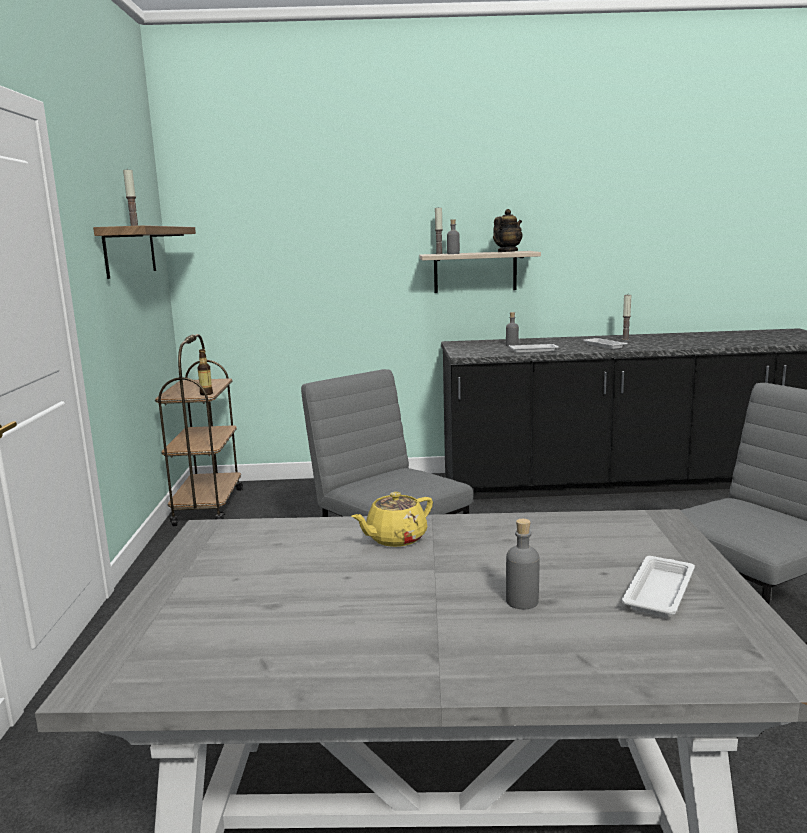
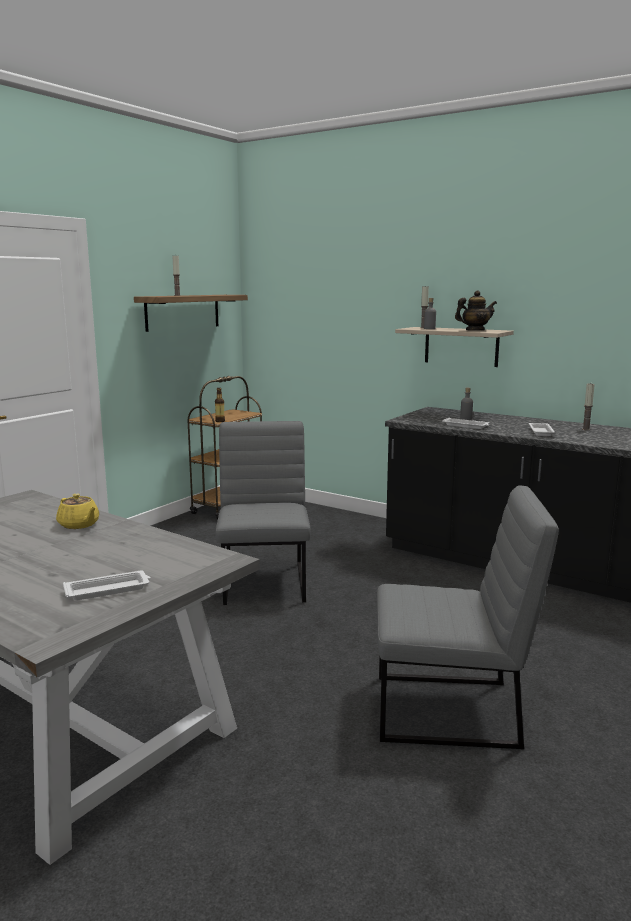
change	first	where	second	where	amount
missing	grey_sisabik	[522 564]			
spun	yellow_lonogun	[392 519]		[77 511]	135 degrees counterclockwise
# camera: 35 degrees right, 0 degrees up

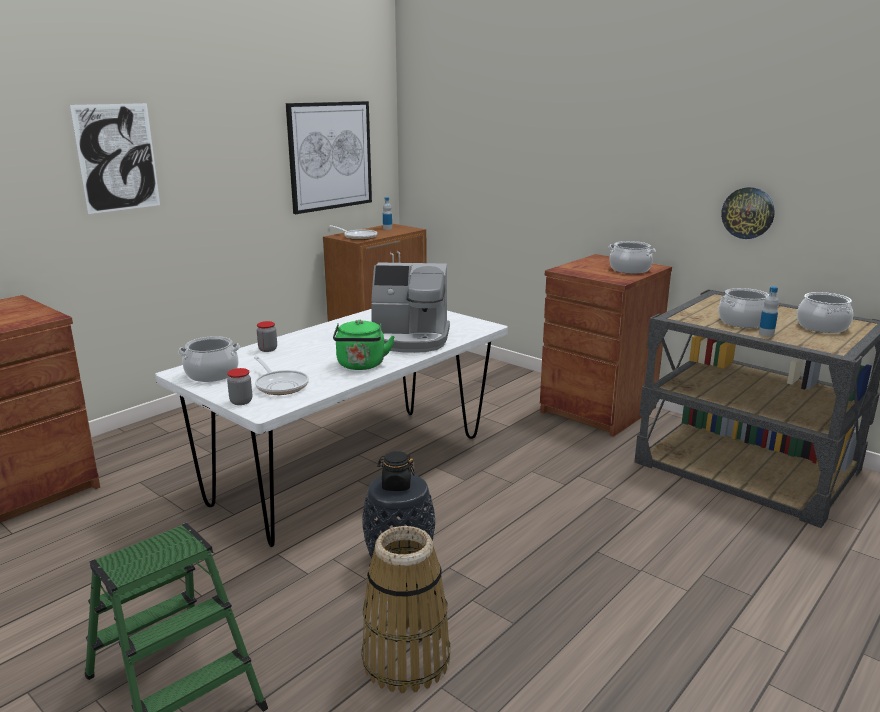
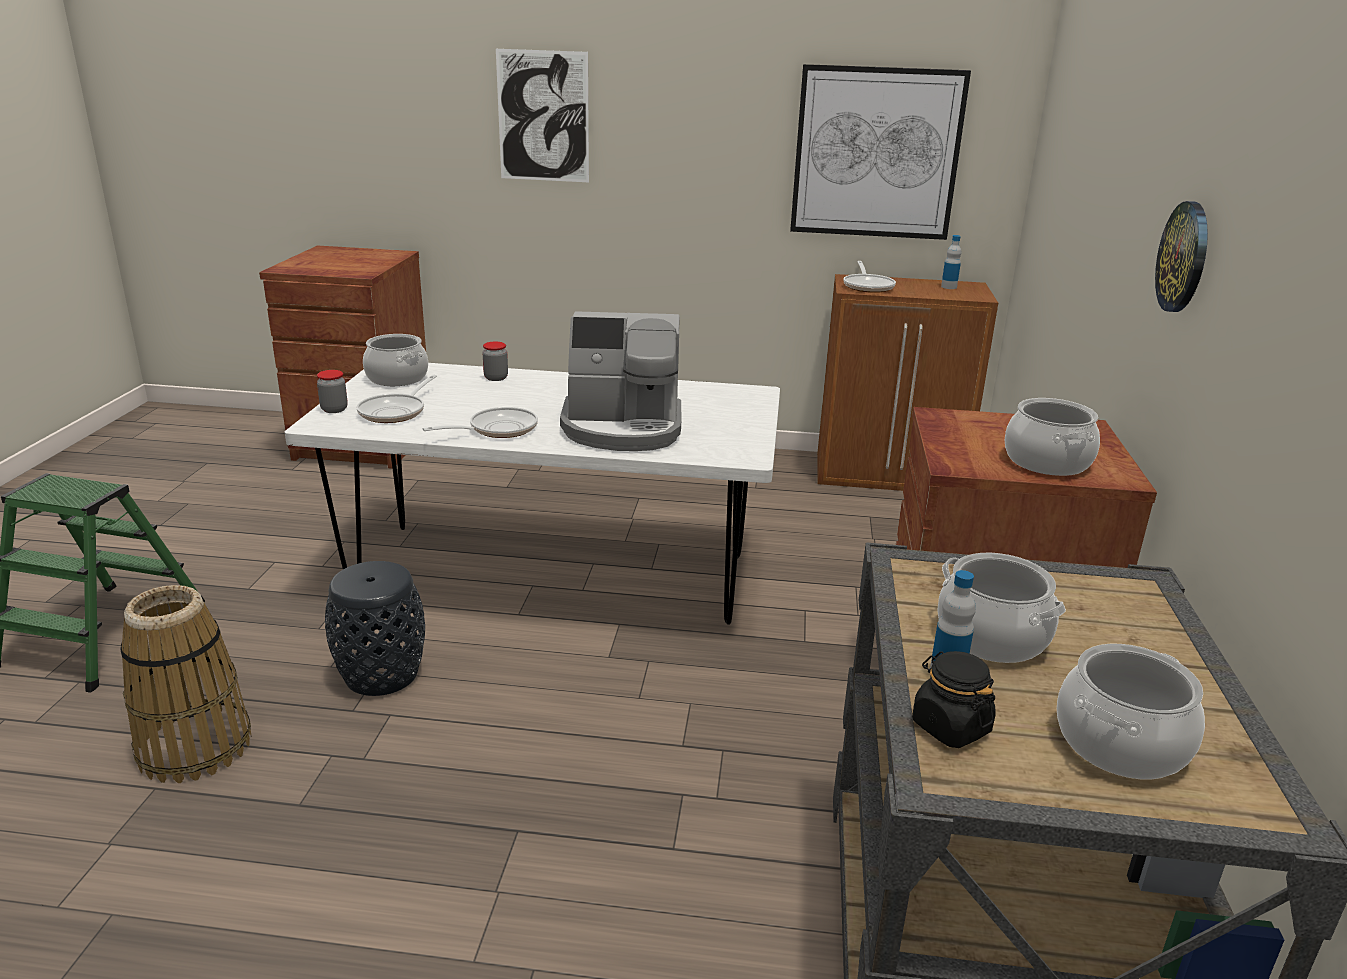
change	first	where	second	where	amount
relocated	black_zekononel	[396 471]		[954 699]	
relocated	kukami	[748 213]		[1181 256]	
exchanged	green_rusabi	[364 345]	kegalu	[480 422]	
spun	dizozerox	[410 307]		[620 381]	60 degrees counterclockwise
# camera: 55 degrees right, 5 degrees up

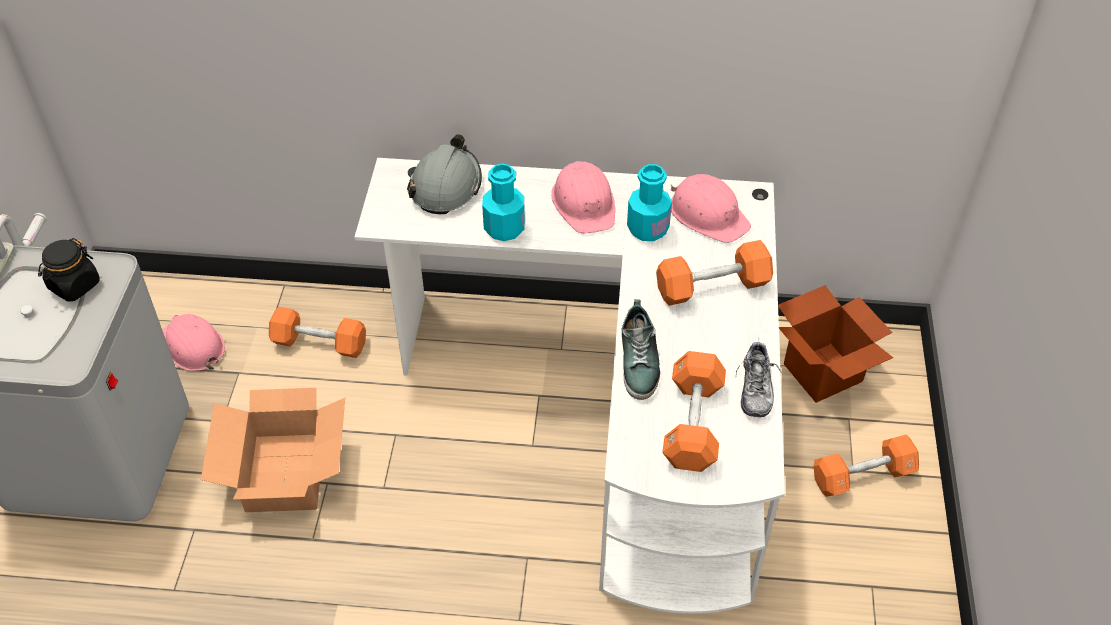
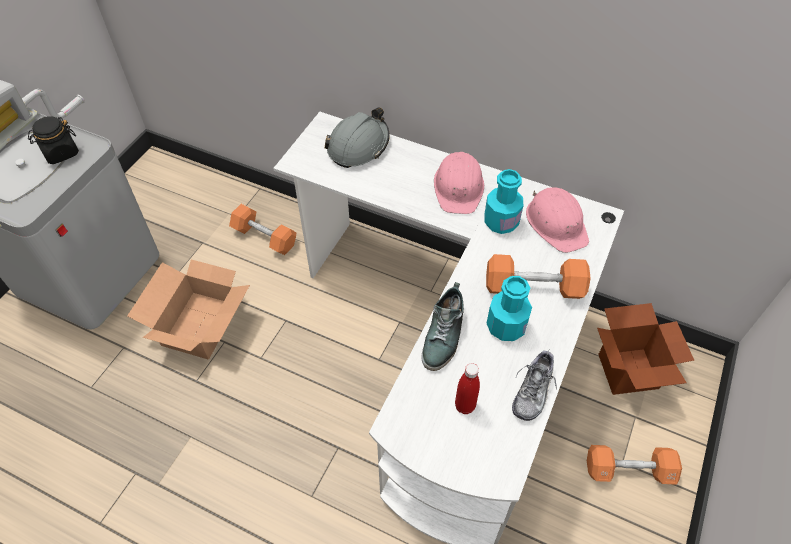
change	first	where	second	where	amount
missing	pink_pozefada	[193 342]			
relocated	turquoise_sisabik	[503 202]		[509 308]	
exchanged	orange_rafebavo	[694 411]	red_sisabik	[467 388]	
# camera: 20 degrees right, 5 degrees up

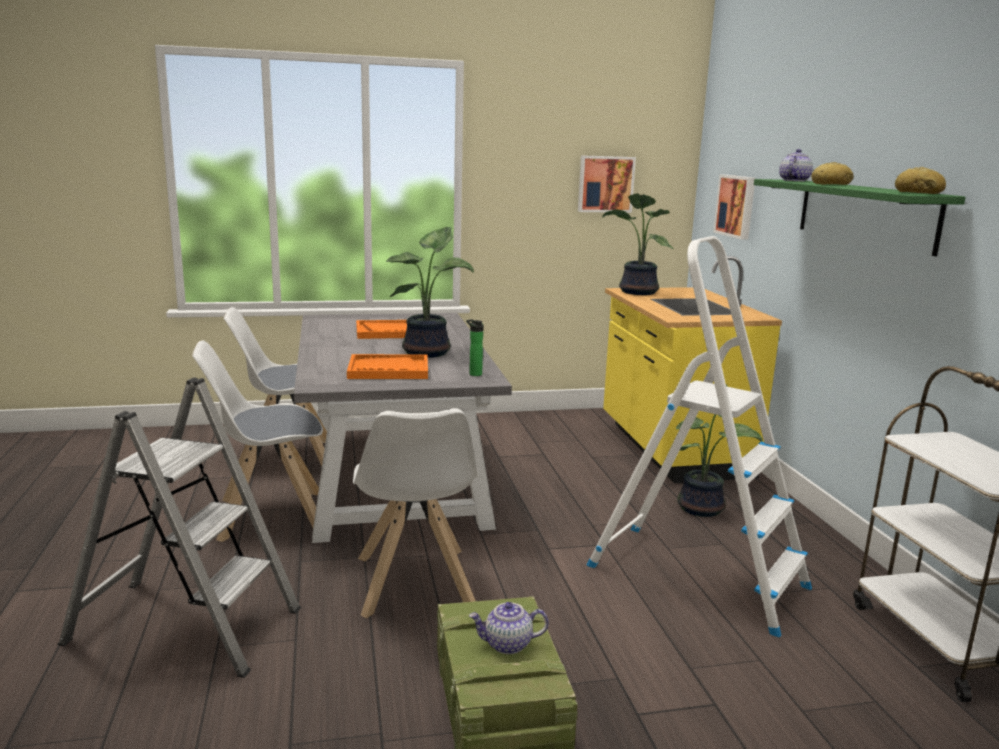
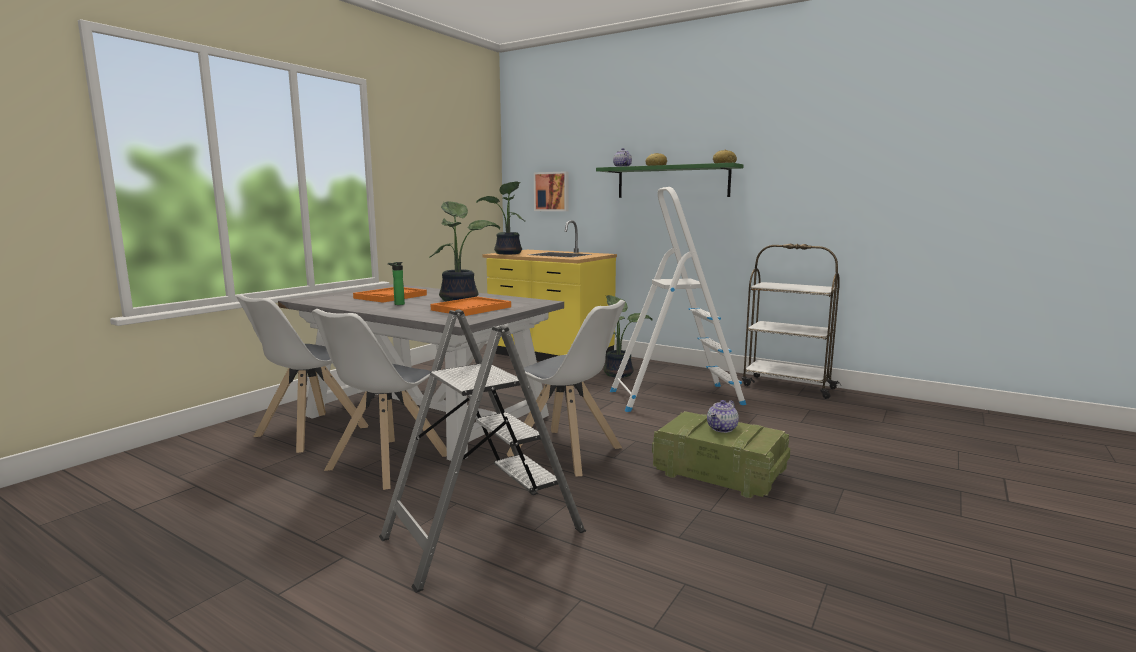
change	first	where	second	where	amount
missing	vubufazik	[607 184]			
relocated	sisabik	[474 347]		[396 283]	
# camera: 45 degrees left, 5 degrees down

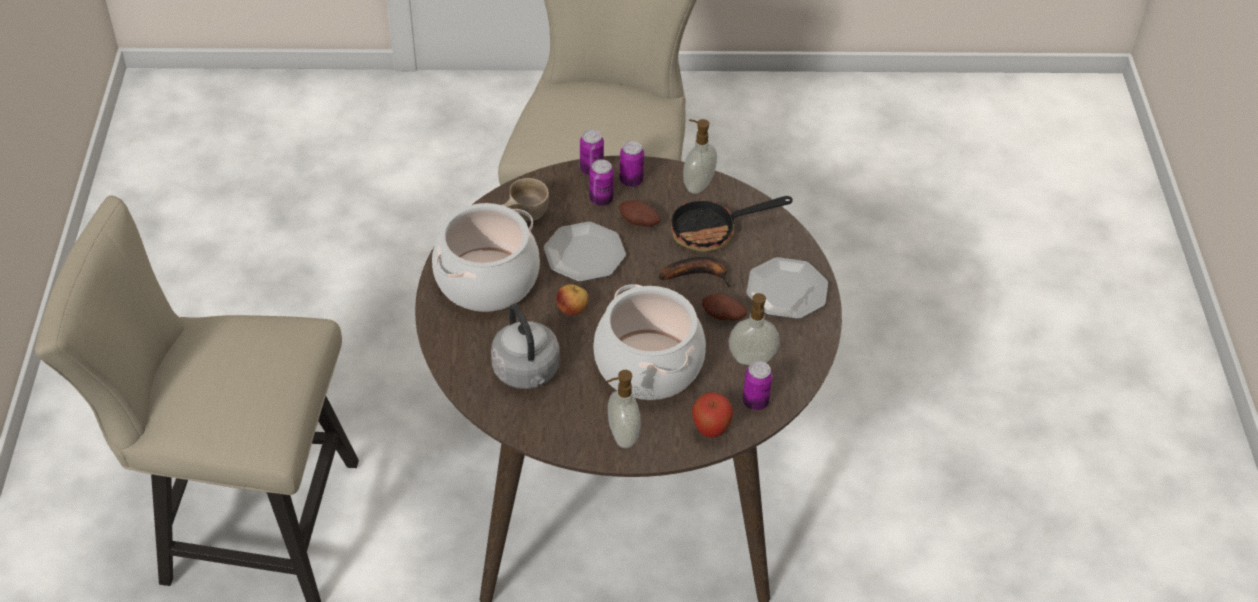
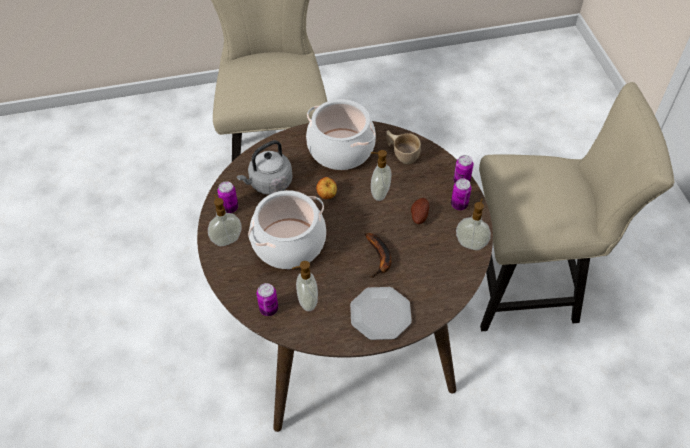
change	first	where	second	where	amount
missing	kegalu	[732 223]			
missing	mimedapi	[712 415]			
missing	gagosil	[724 306]			
relocated	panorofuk	[601 182]		[227 197]	
exchanged	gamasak	[585 252]	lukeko	[381 175]	
# camera: 80 degrees right, 5 degrees up

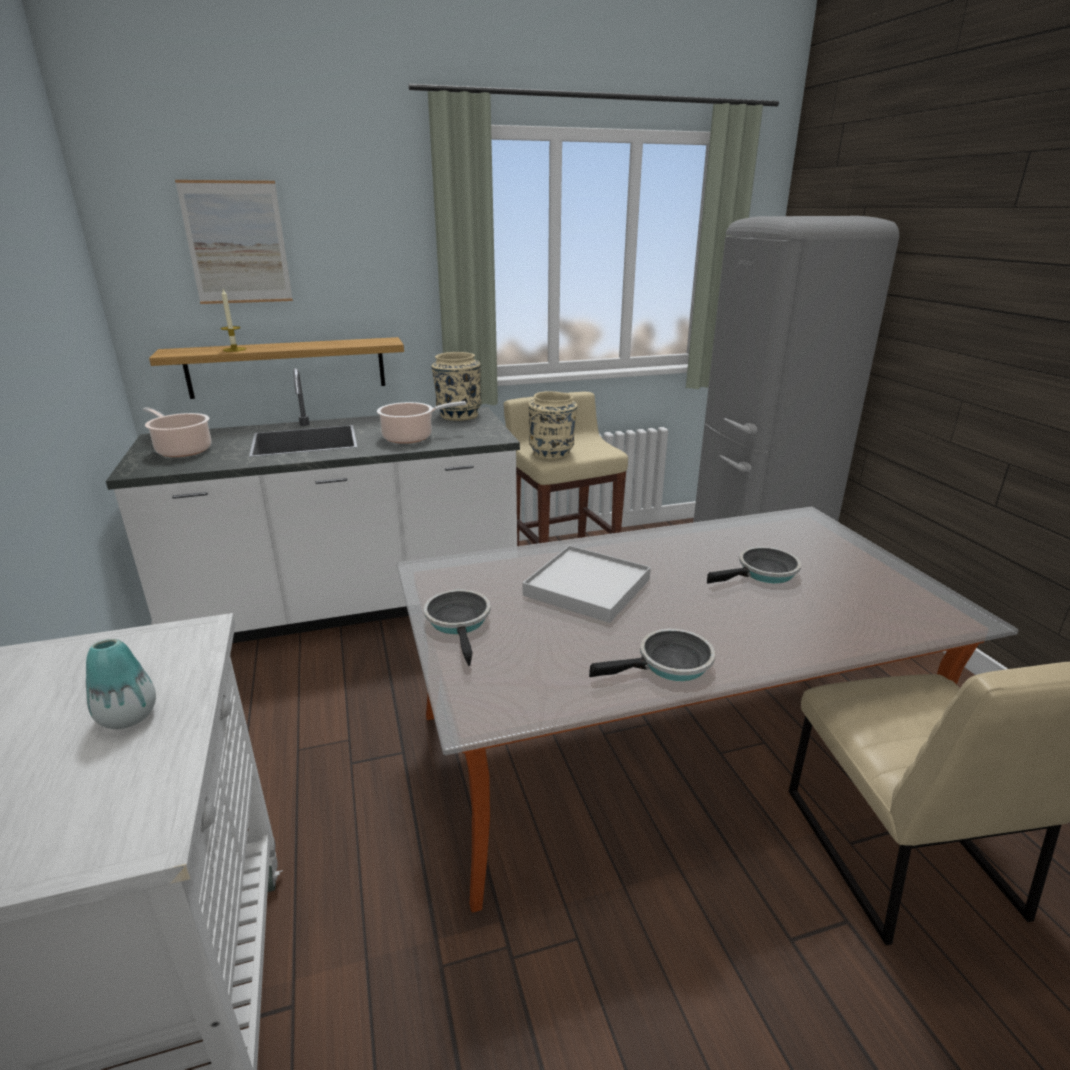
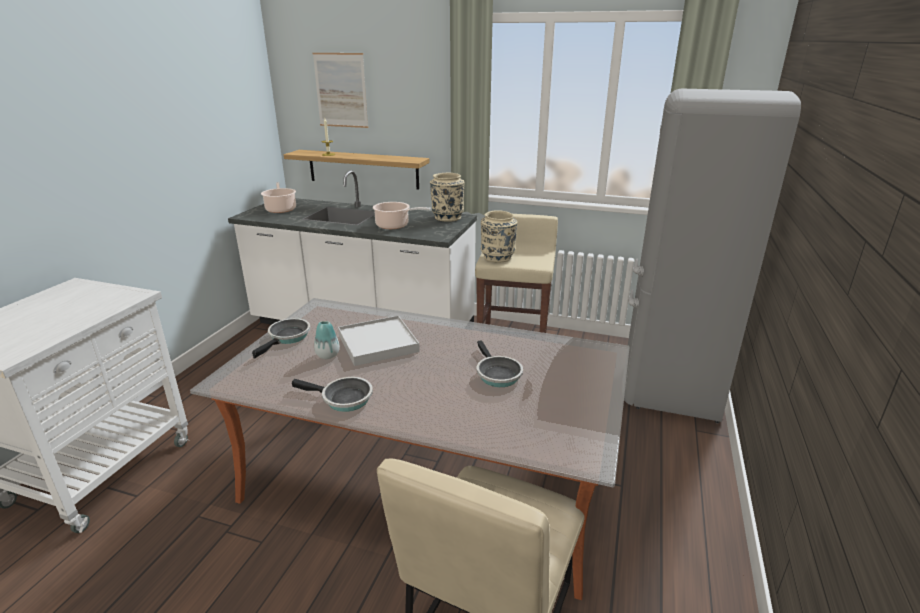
change	first	where	second	where	amount
relocated	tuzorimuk	[121 684]		[327 340]	
spun	kegalu	[754 565]		[500 363]	60 degrees clockwise
# camera: 35 degrees right, 0 degrees up

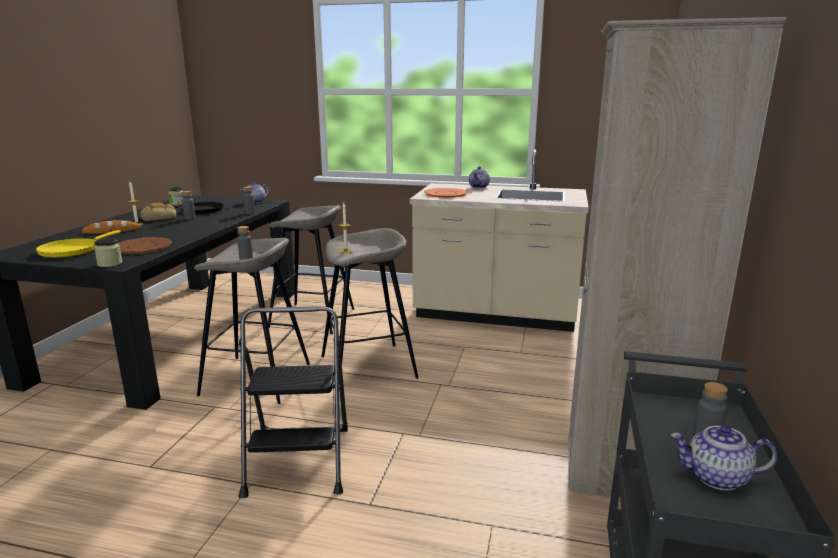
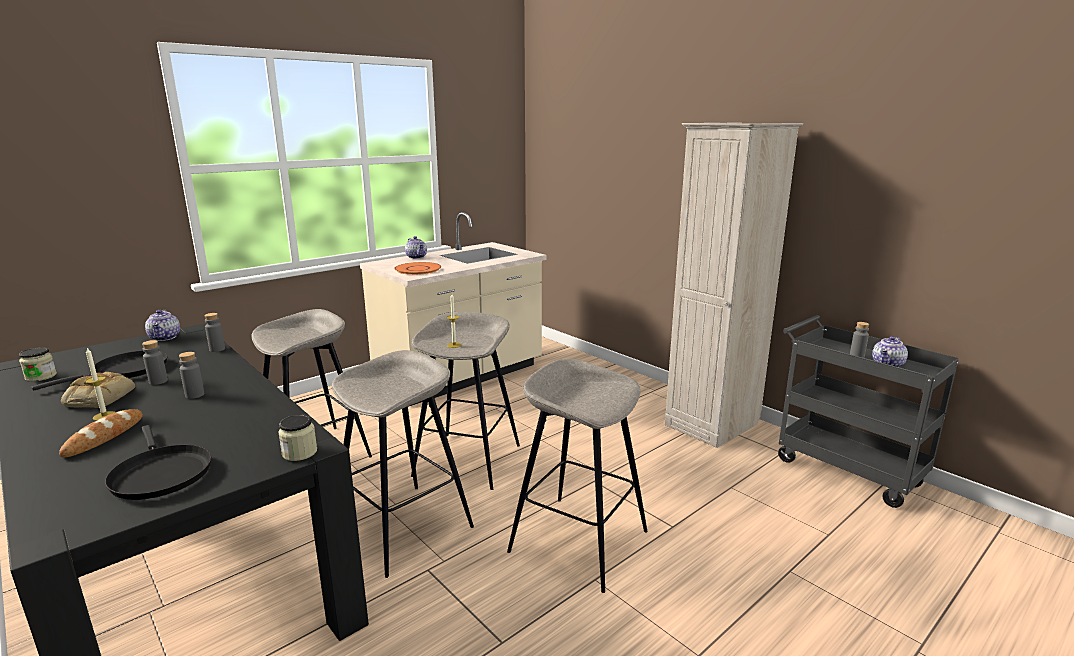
change	first	where	second	where	amount
missing	brown_gamasak	[144 245]			
relocated	grey_sisabik	[245 243]		[191 375]	
exchanged	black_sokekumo	[293 402]	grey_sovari	[577 476]	
colour	yellow_kegalu	[78 244]	black_kegalu	[158 462]	
# camera: 55 degrees left, 0 degrees up

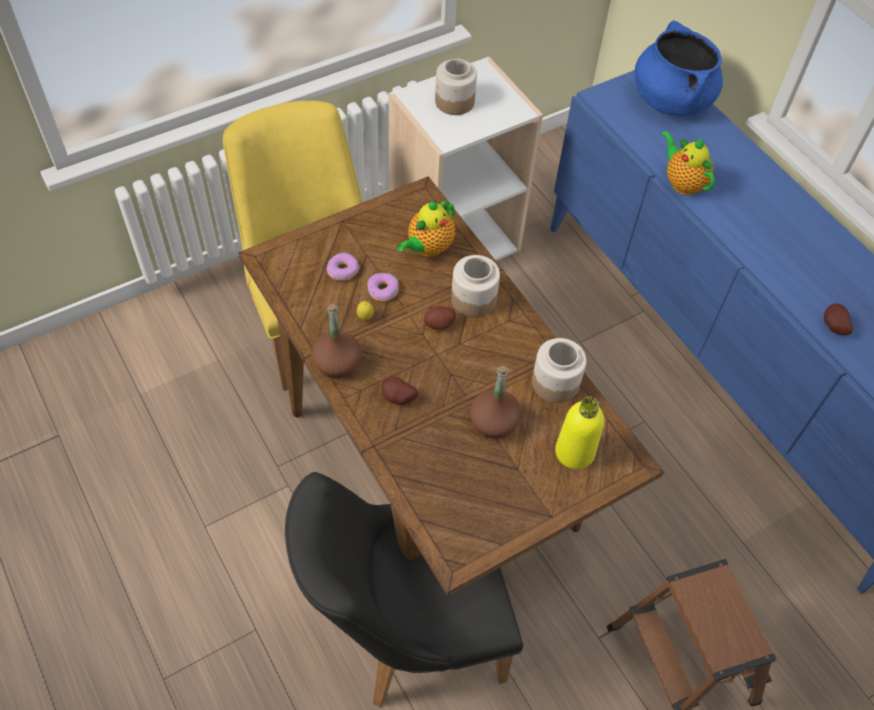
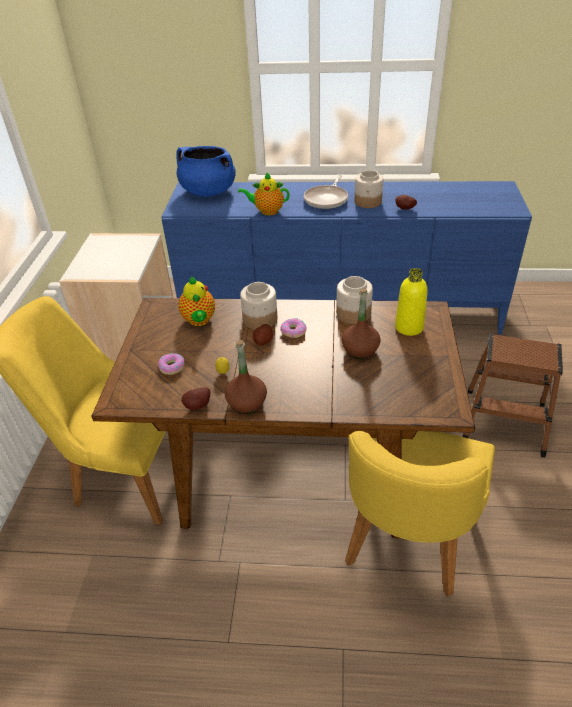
change	first	where	second	where	amount
appeared			kegalu	[326 192]	
relocated	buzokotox	[383 287]		[293 328]	
relocated	gagosil	[400 391]		[195 398]	
relocated	zekononel	[456 87]		[369 189]	
colour	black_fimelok	[404 589]	yellow_fimelok	[420 514]	
# camera: 50 degrees left, 15 degrees down

